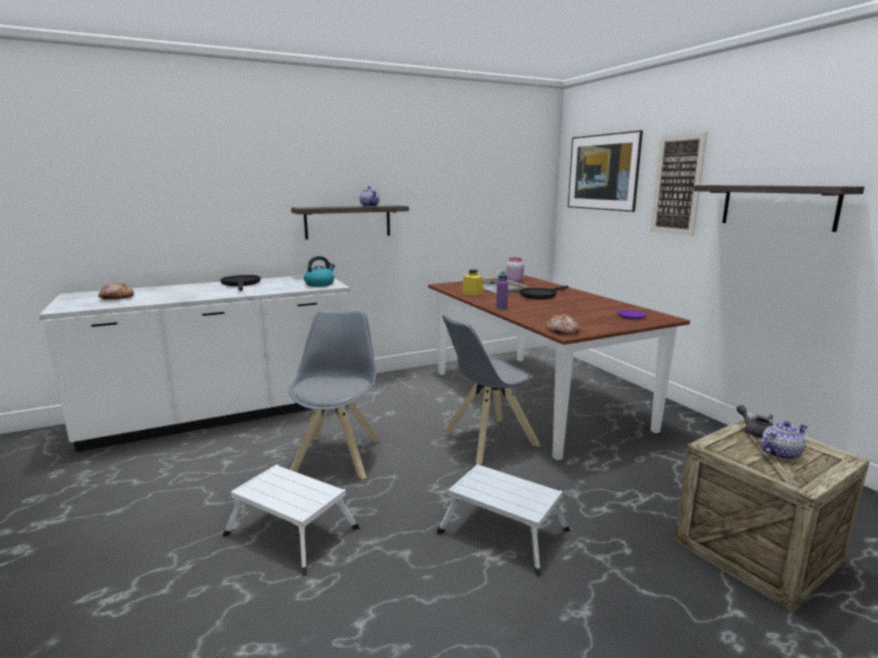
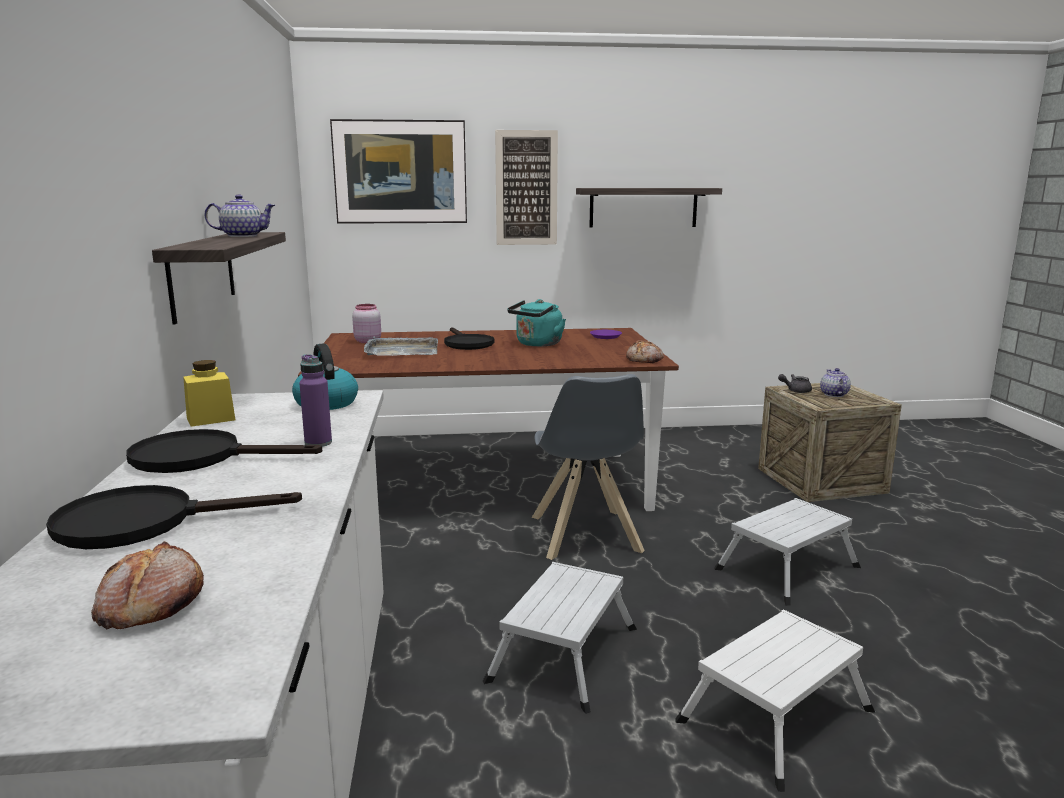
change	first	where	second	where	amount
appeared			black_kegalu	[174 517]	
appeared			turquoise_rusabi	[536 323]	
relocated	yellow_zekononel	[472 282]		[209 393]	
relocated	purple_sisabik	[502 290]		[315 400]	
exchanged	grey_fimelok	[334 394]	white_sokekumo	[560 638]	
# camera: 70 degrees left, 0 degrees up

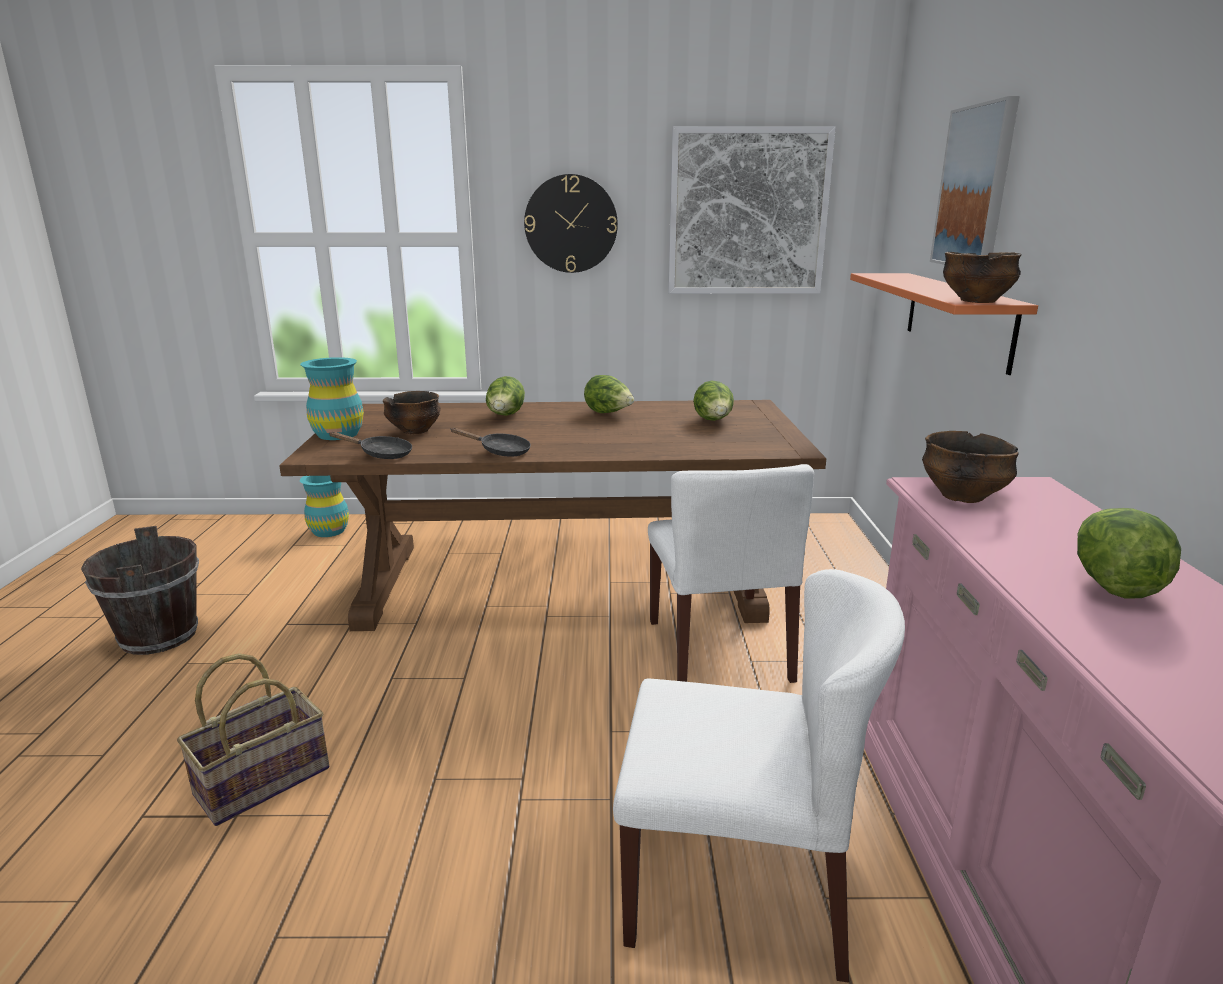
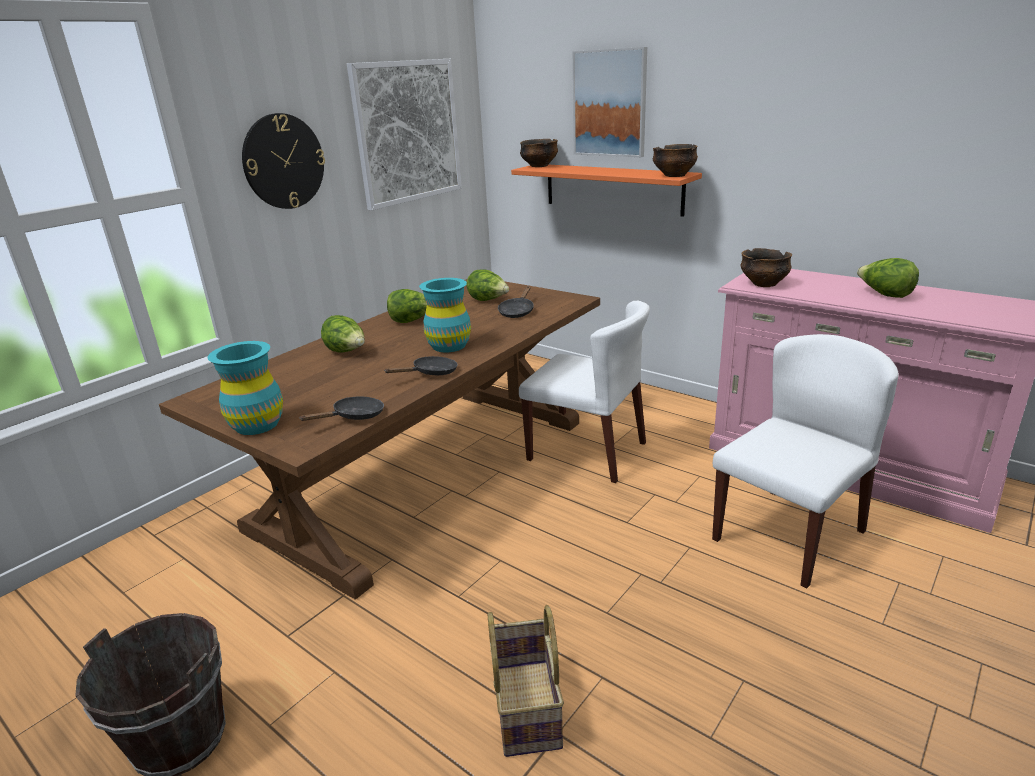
change	first	where	second	where	amount
appeared			black_kegalu	[516 302]	
relocated	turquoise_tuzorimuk	[324 506]		[445 315]	
relocated	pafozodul	[412 412]		[539 153]	
# camera: 50 degrees left, 5 degrees up

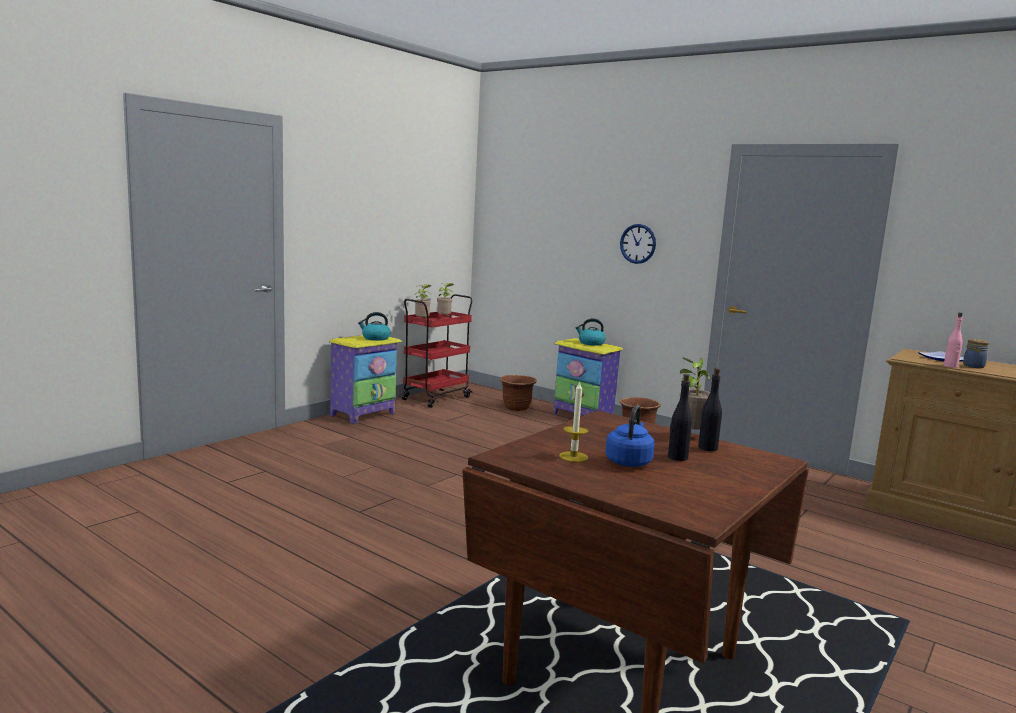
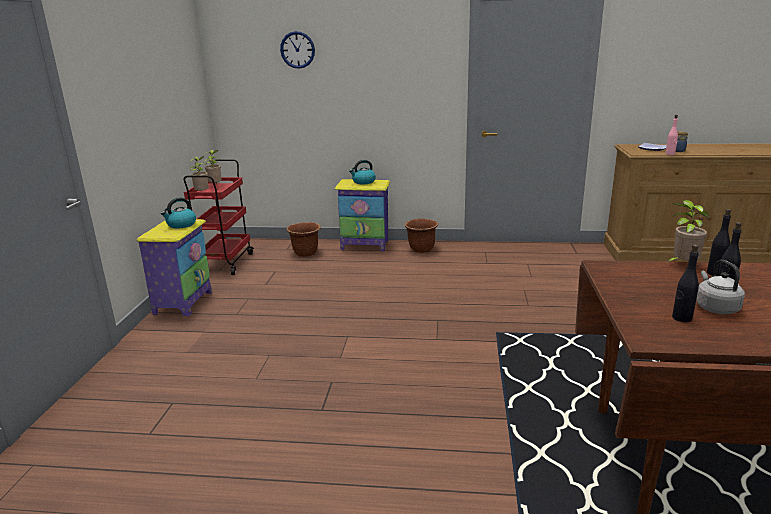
change	first	where	second	where	amount
relocated	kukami	[638 244]		[297 50]	
exchanged	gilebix	[573 421]	black_sisabik	[685 283]	
colour	blue_rusabi	[630 436]	grey_rusabi	[720 287]	
# camera: 30 degrees left, 10 degrees up

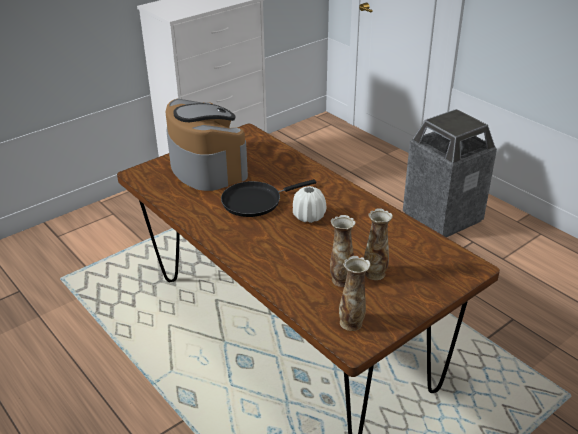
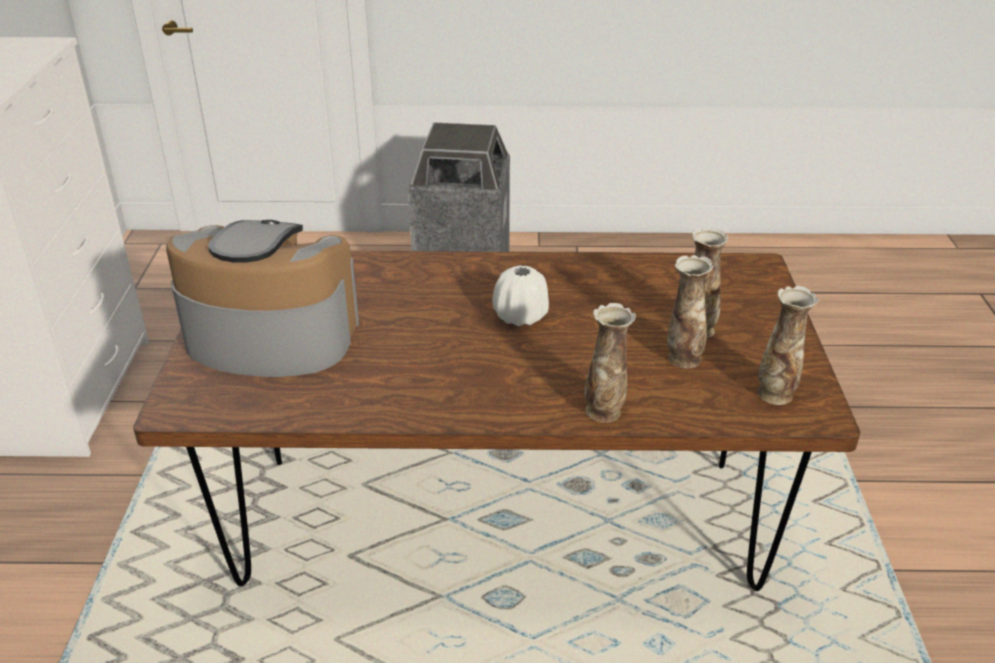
change	first	where	second	where	amount
missing	black_kegalu	[268 198]			
appeared			tuzorimuk	[610 363]	
# camera: 50 degrees left, 0 degrees up

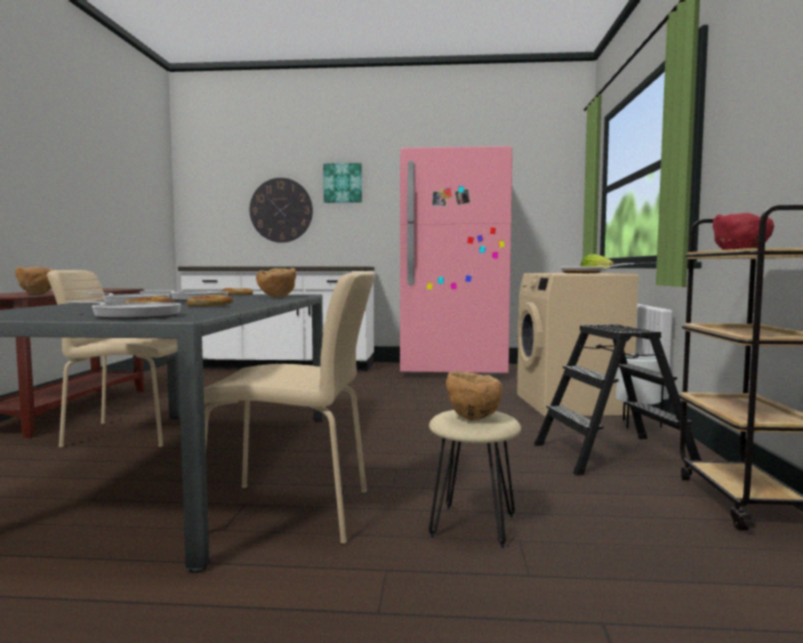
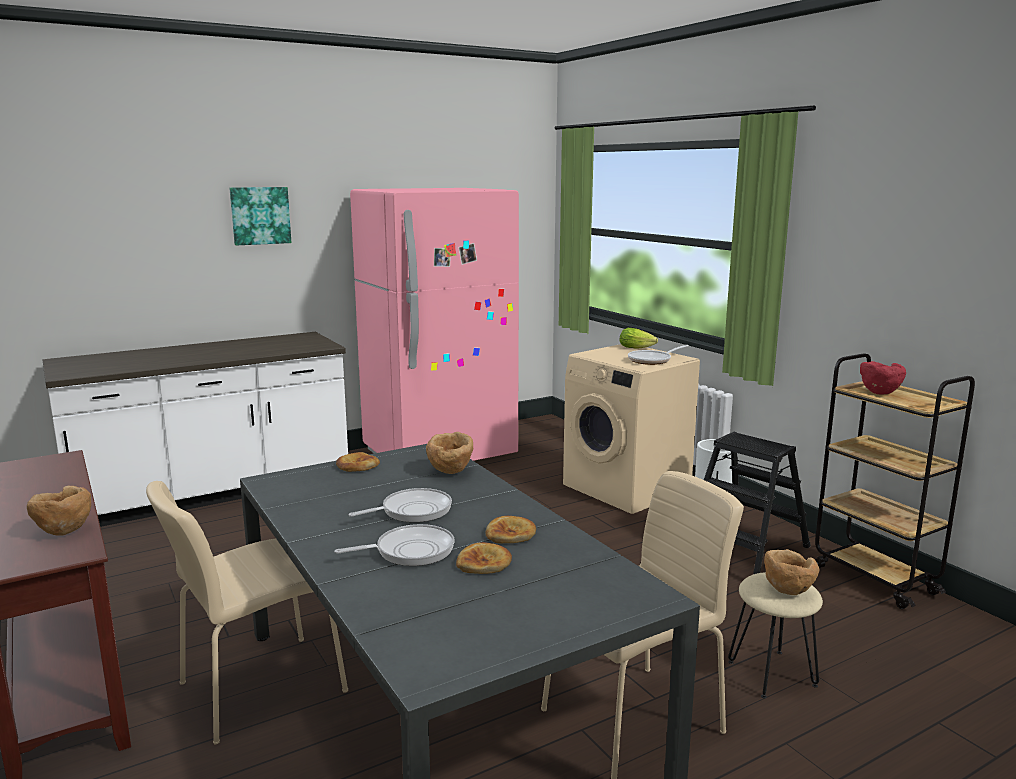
change	first	where	second	where	amount
missing	kegalu	[123 310]			
missing	kukami	[281 210]			
# camera: 35 degrees left, 10 degrees up

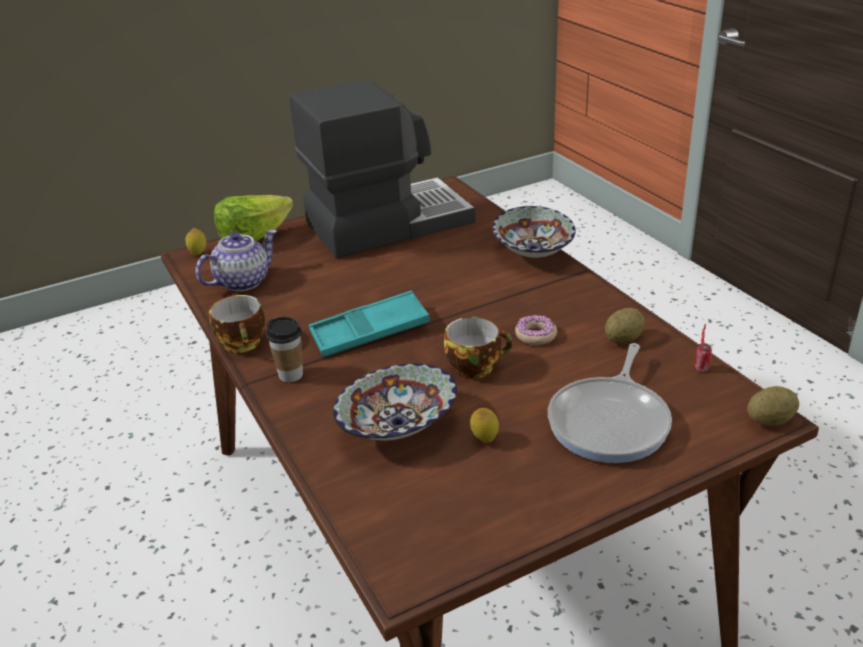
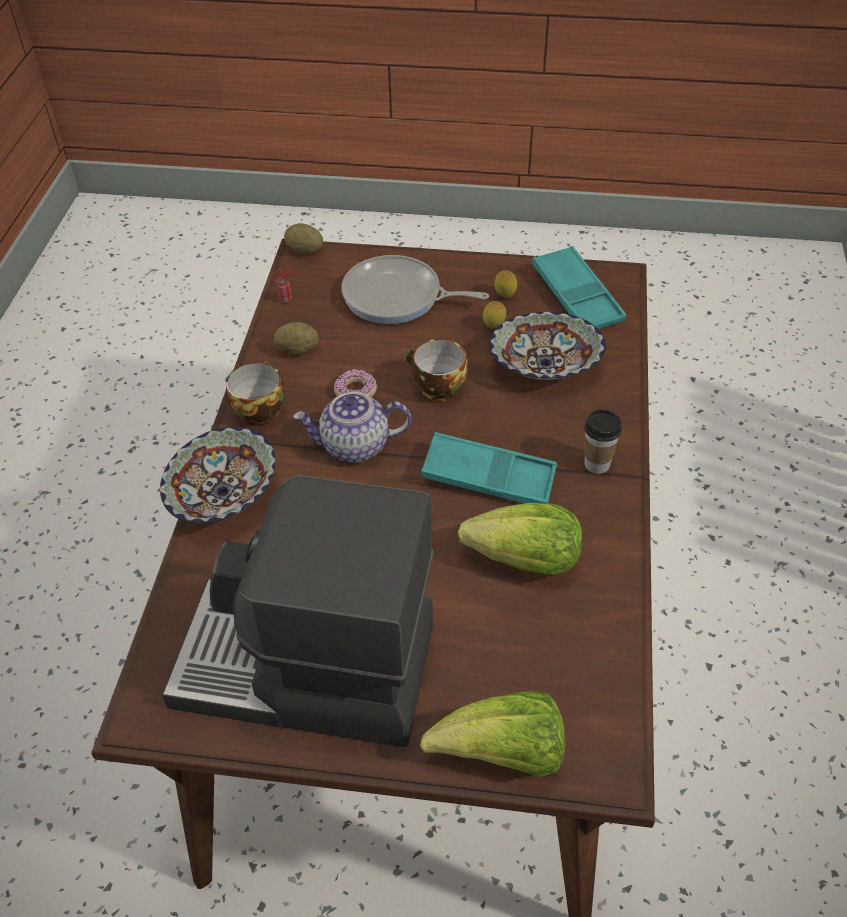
change	first	where	second	where	amount
appeared			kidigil	[520 539]	
appeared			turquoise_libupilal	[579 287]	
relocated	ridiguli	[196 242]		[506 284]	
relocated	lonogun	[236 260]		[352 427]	
relocated	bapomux	[237 324]		[255 393]	
spun	kegalu	[610 403]		[415 289]	135 degrees counterclockwise
# camera: 145 degrees left, 15 degrees up

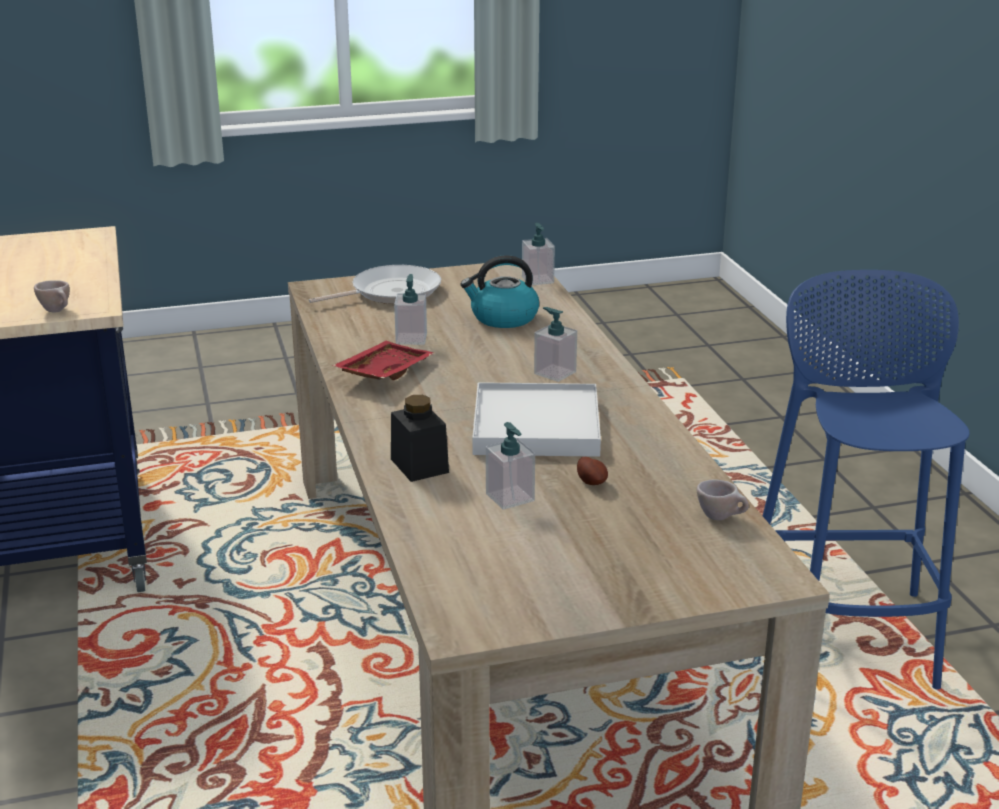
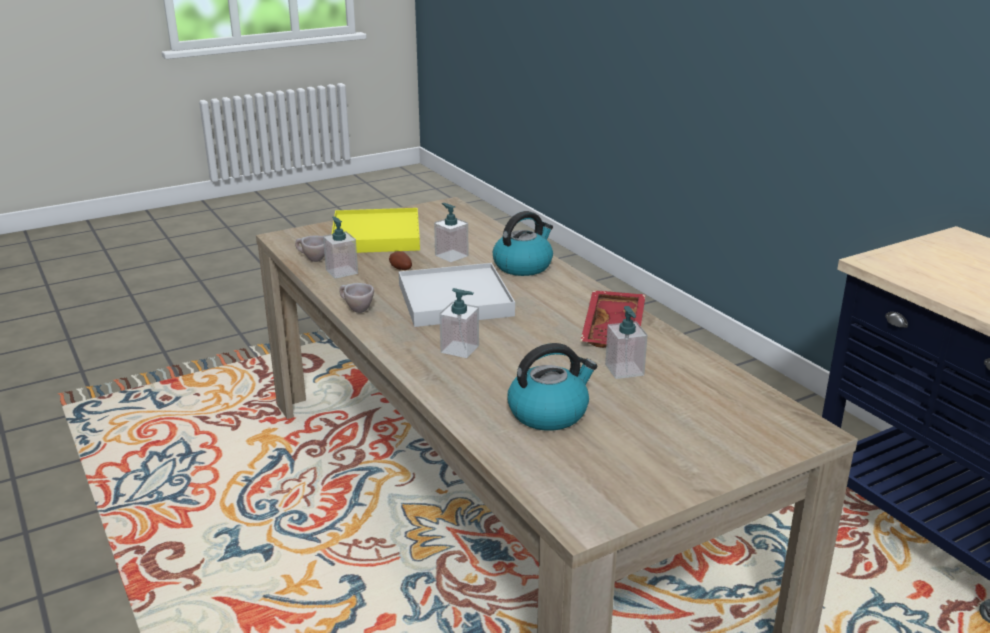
change	first	where	second	where	amount
missing	kegalu	[375 284]			
missing	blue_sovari	[866 480]			
appeared			yellow_libupilal	[376 230]	
relocated	beige_bapomux	[52 296]		[356 298]	
relocated	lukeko	[538 254]		[340 247]	
exchanged	black_zekononel	[420 438]	rusabi	[523 243]	
# camera: 165 degrees right, 0 degrees up

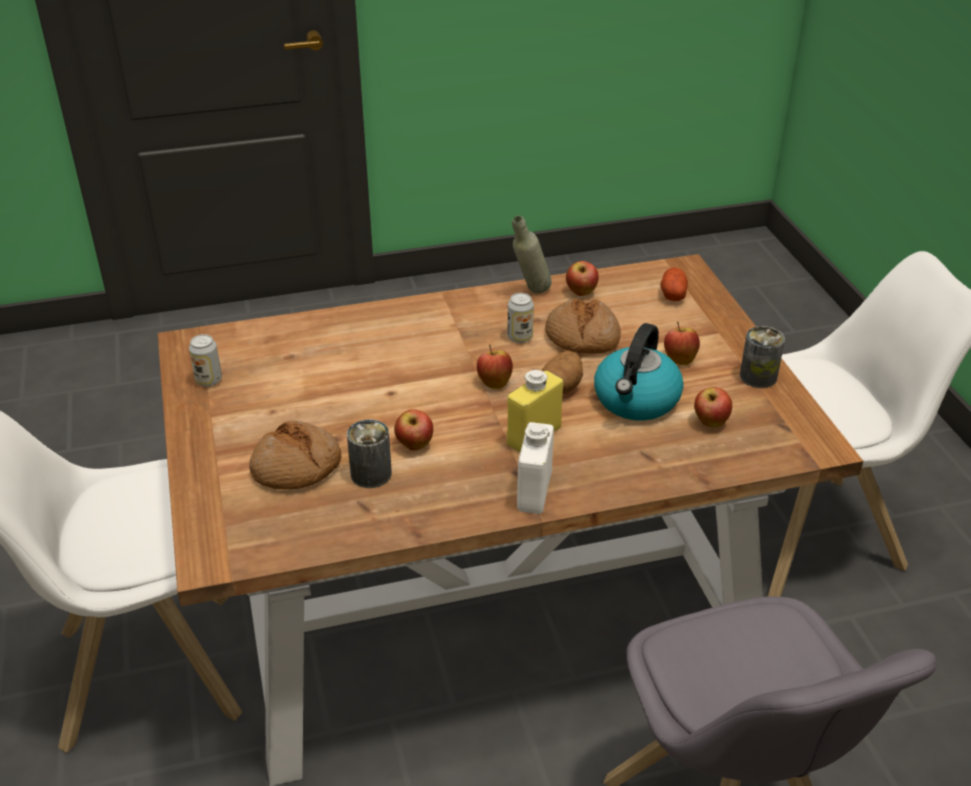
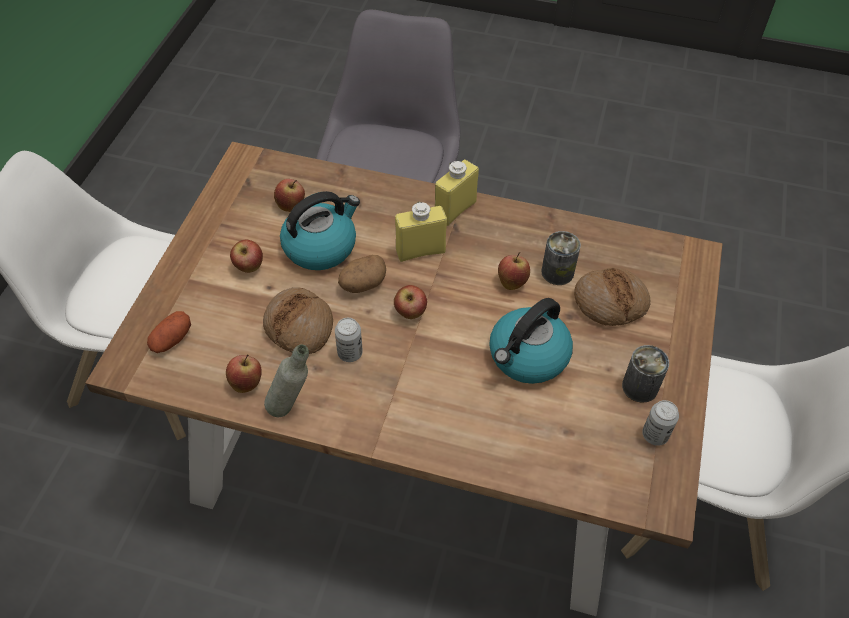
change	first	where	second	where	amount
appeared			rusabi	[531 341]	
relocated	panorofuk	[762 357]		[645 374]	
colour	white_sisabik	[535 468]	yellow_sisabik	[457 193]	
# camera: 150 degrees left, 15 degrees up

